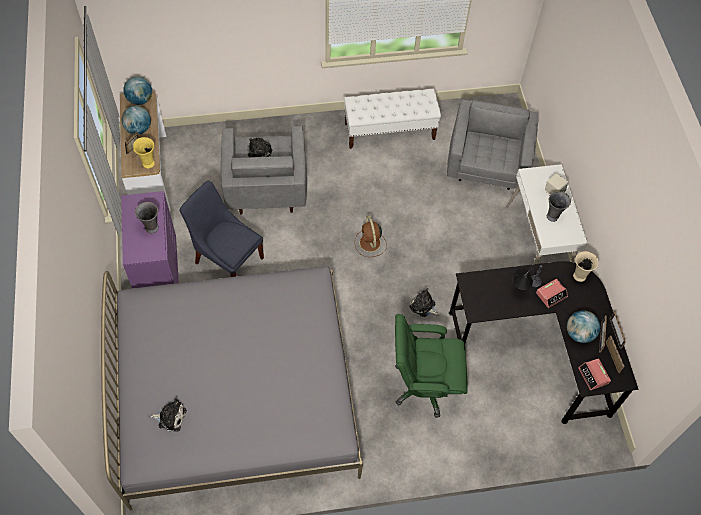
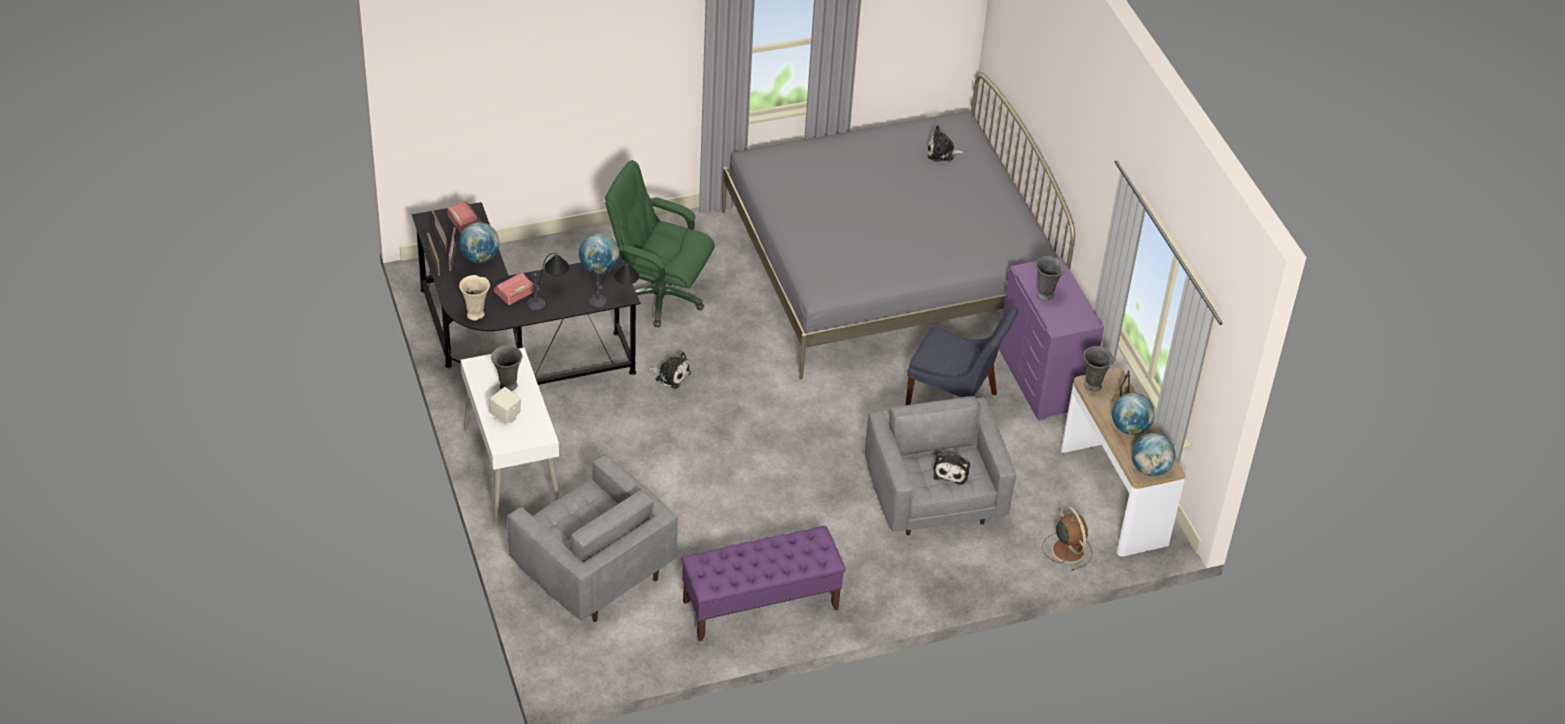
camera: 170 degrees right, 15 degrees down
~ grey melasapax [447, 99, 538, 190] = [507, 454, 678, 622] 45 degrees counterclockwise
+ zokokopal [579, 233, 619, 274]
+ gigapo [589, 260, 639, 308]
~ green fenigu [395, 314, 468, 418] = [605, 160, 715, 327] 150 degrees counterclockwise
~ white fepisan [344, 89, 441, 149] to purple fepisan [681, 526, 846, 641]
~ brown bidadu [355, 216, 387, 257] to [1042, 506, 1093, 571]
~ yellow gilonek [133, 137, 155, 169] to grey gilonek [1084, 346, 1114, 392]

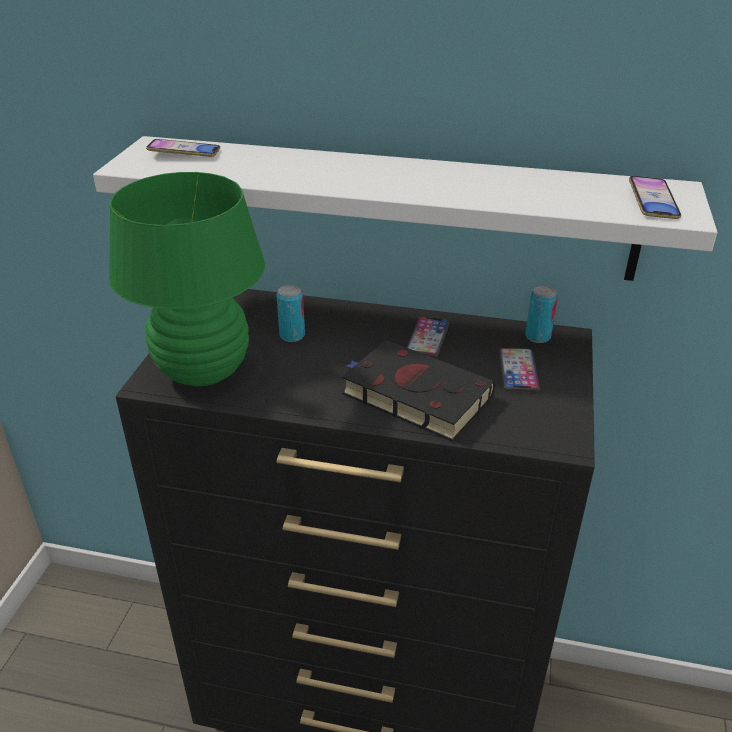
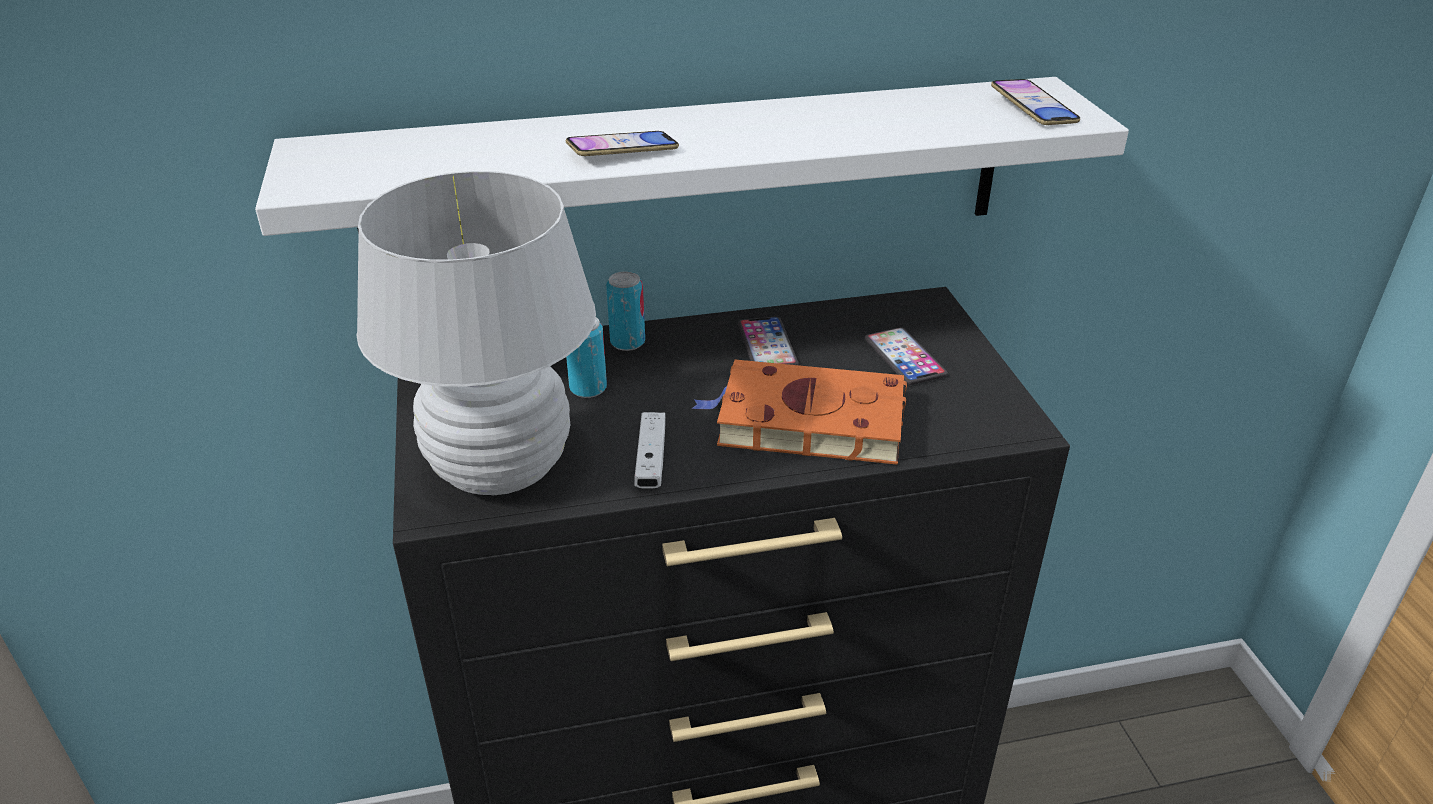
camera: 25 degrees left, 0 degrees up
~ green gigapo [109, 172, 265, 386] to white gigapo [357, 171, 596, 495]
~ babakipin [146, 139, 220, 157] to [566, 131, 679, 156]
~ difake [525, 286, 558, 343] to [606, 271, 645, 351]
+ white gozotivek [634, 412, 666, 488]
~ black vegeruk [342, 340, 495, 441] to orange vegeruk [691, 360, 907, 465]

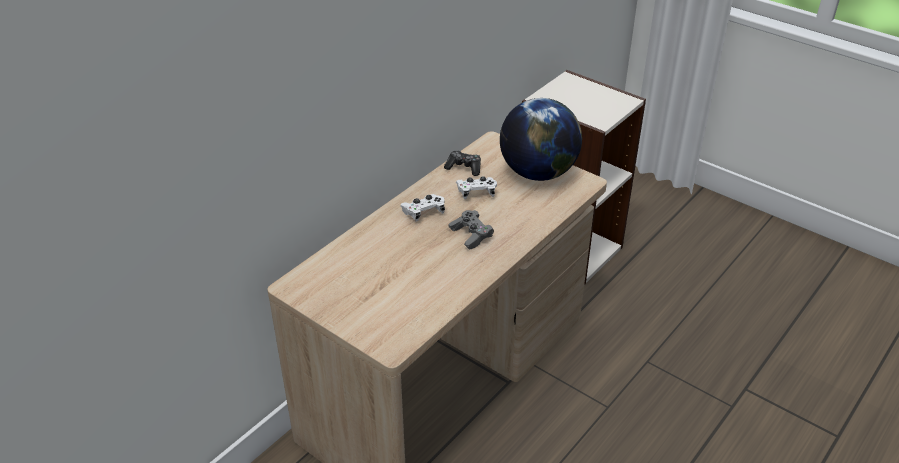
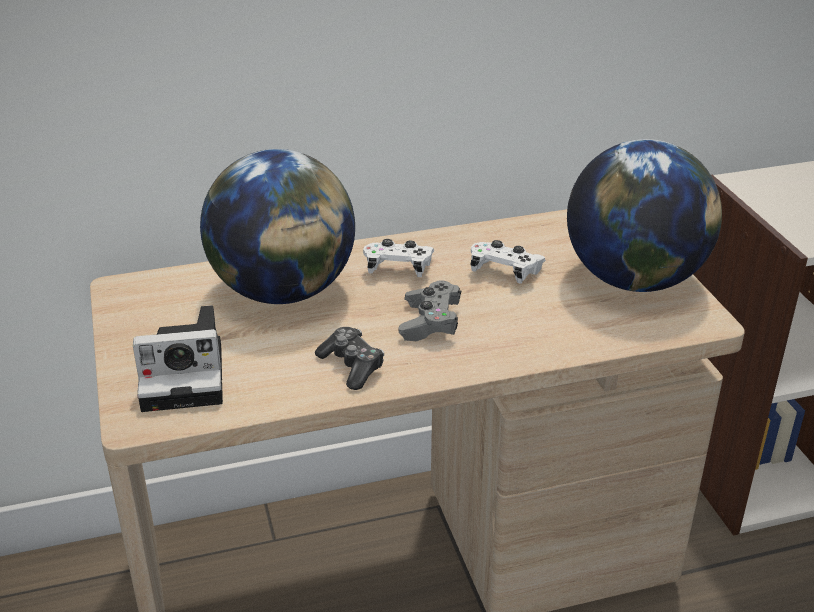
camera: 35 degrees right, 5 degrees down
+ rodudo [133, 305, 223, 412]
+ zokokopal [200, 149, 355, 304]
~ gozotivek [444, 151, 481, 176] to [315, 327, 384, 390]

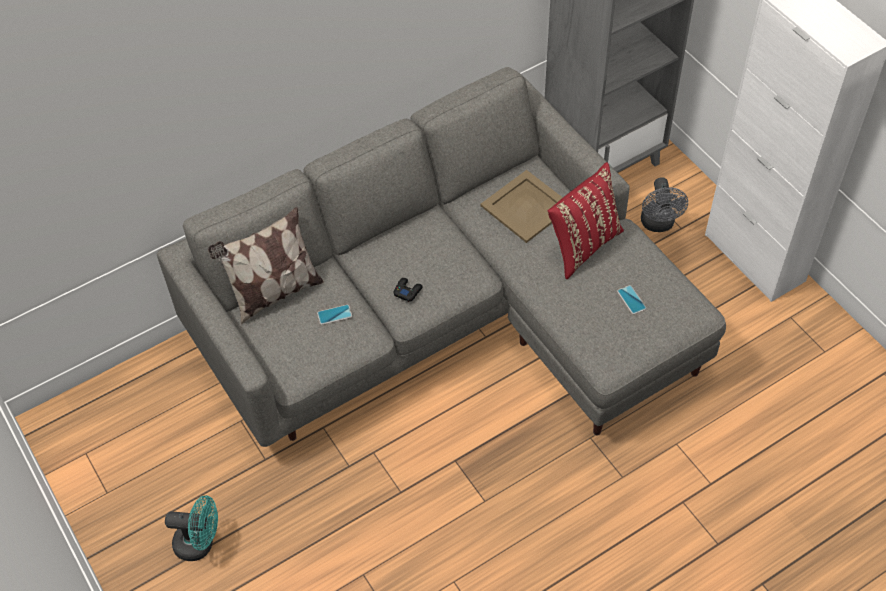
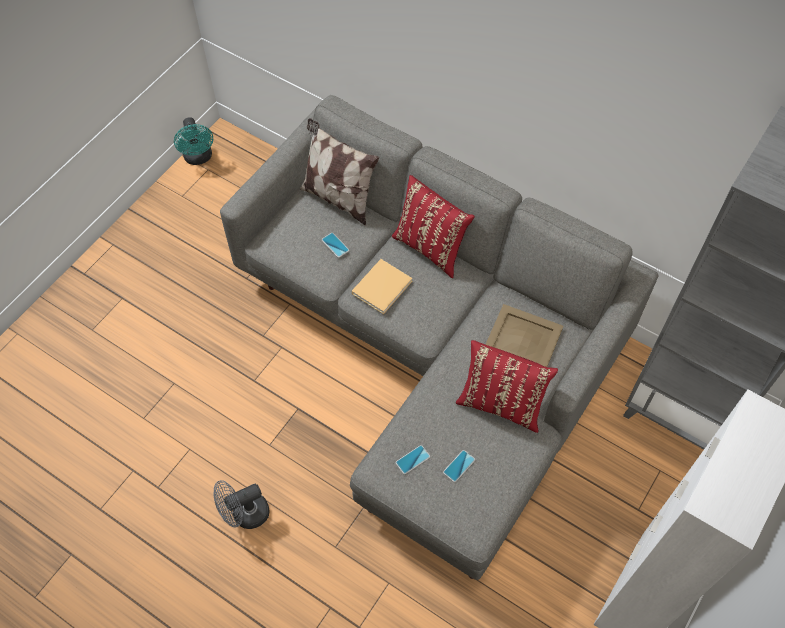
camera: 65 degrees right, 5 degrees up
~ turquoise bidadu [165, 495, 218, 561] to [174, 117, 213, 165]
~ grey bidadu [641, 177, 688, 232] to [213, 480, 269, 529]
~ black gozotivek [393, 278, 422, 302] to beige vegeruk [352, 259, 412, 314]
+ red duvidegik [392, 175, 475, 278]
+ babakipin [396, 445, 430, 474]

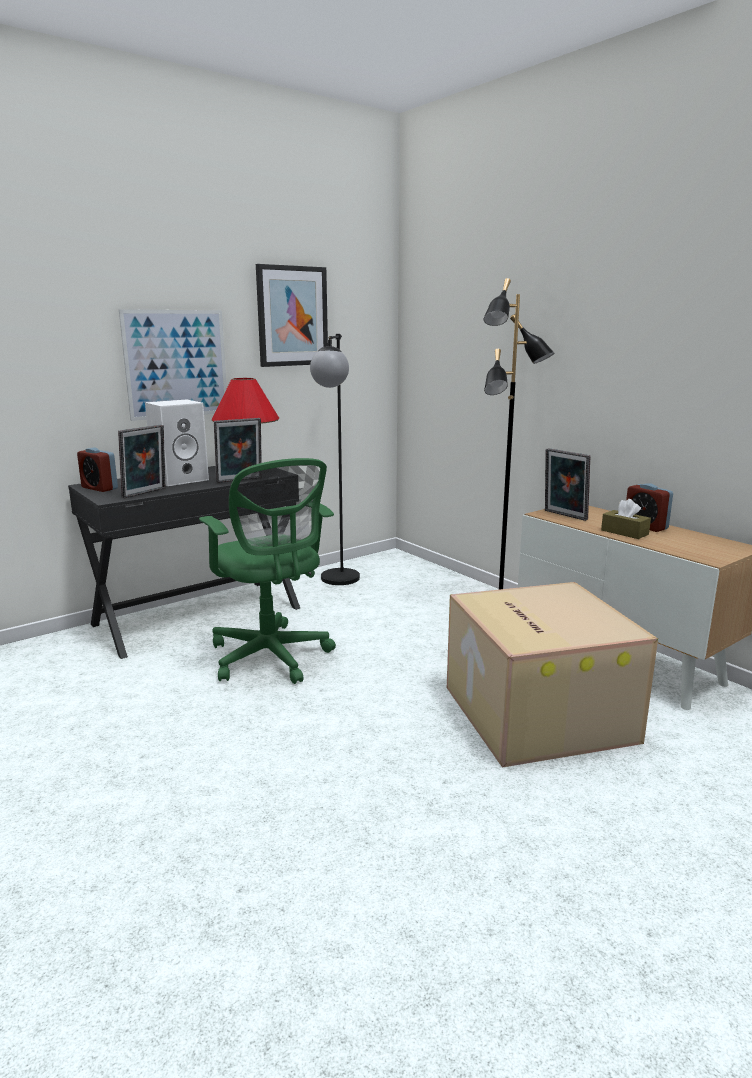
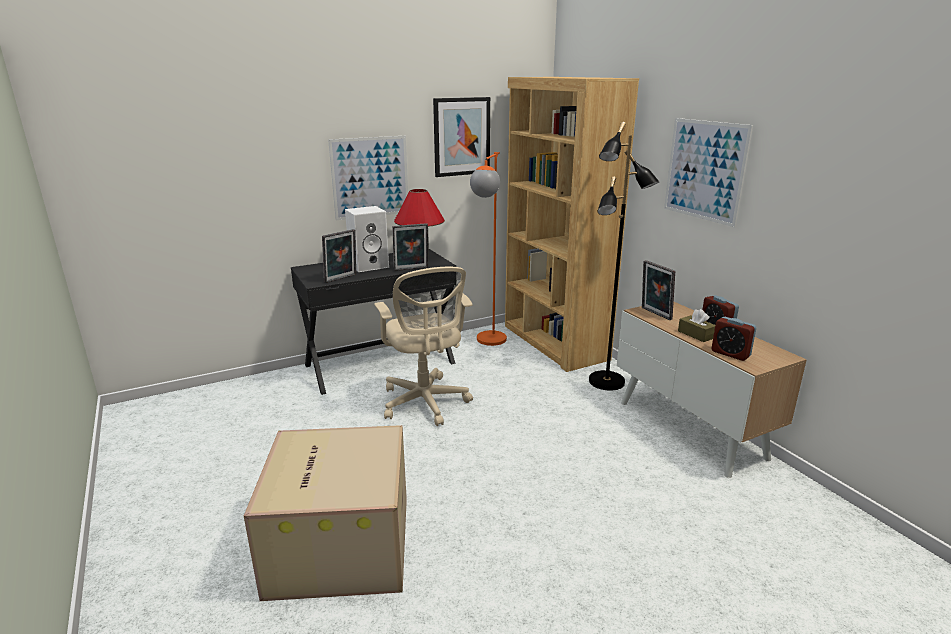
camera: 10 degrees right, 5 degrees up
~ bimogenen [447, 582, 658, 768] to [244, 425, 407, 601]
~ green fenigu [199, 458, 336, 684] to beige fenigu [374, 267, 473, 426]
~ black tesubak [310, 334, 360, 585] to orange tesubak [470, 152, 507, 346]
+ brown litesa [505, 77, 639, 372]
+ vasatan [664, 118, 753, 227]
~ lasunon [77, 447, 118, 492] to [711, 317, 757, 361]

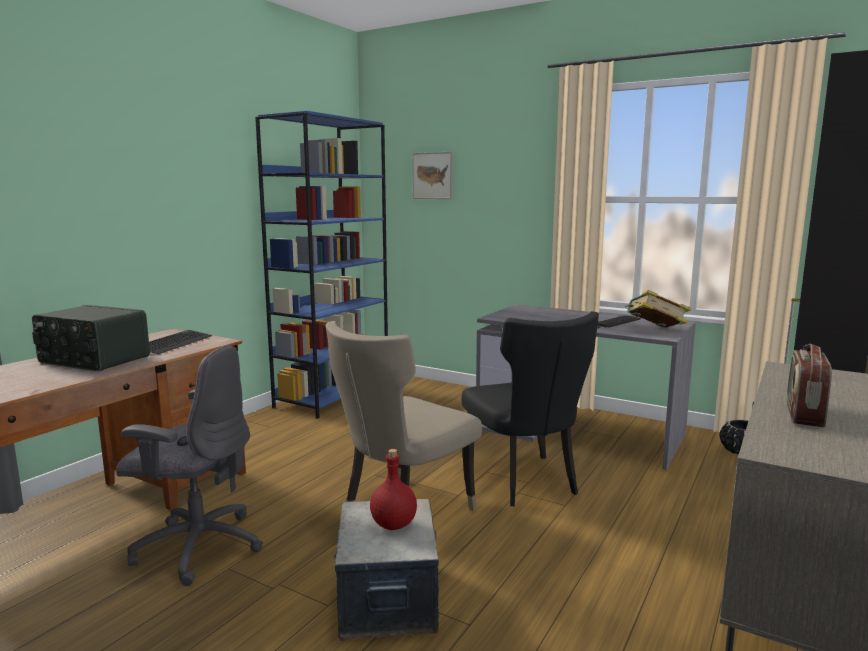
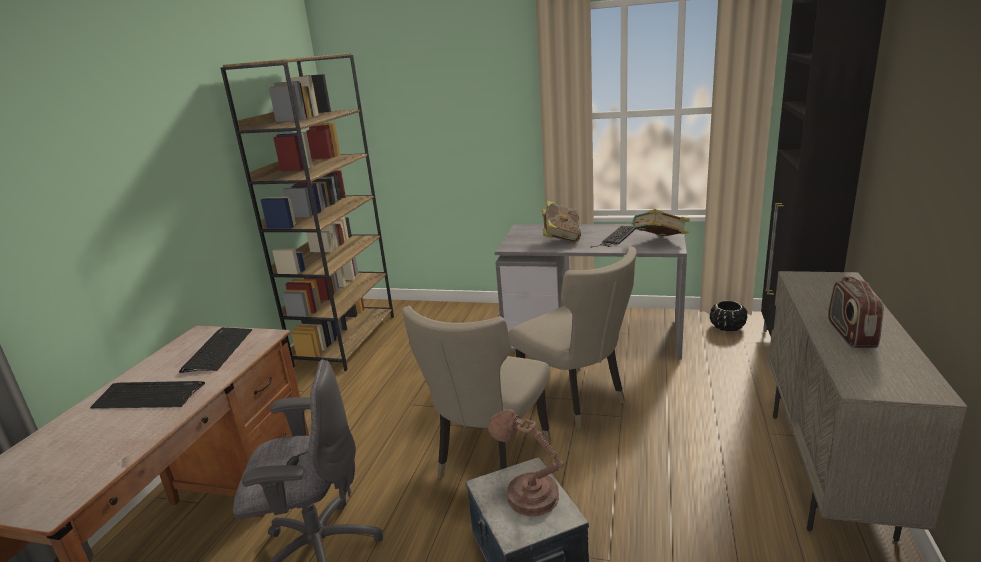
camera: 15 degrees left, 10 degrees up
~ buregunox [32, 305, 150, 371] to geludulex [90, 381, 205, 409]
~ blue litesa [255, 111, 388, 419] to brown litesa [220, 53, 394, 371]
~ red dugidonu [370, 449, 417, 530] to brown gigapo [488, 409, 564, 516]
~ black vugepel [461, 311, 599, 506] to beige vugepel [509, 247, 637, 429]
+ vegeruk [542, 200, 581, 243]
- vasatan [412, 152, 453, 199]

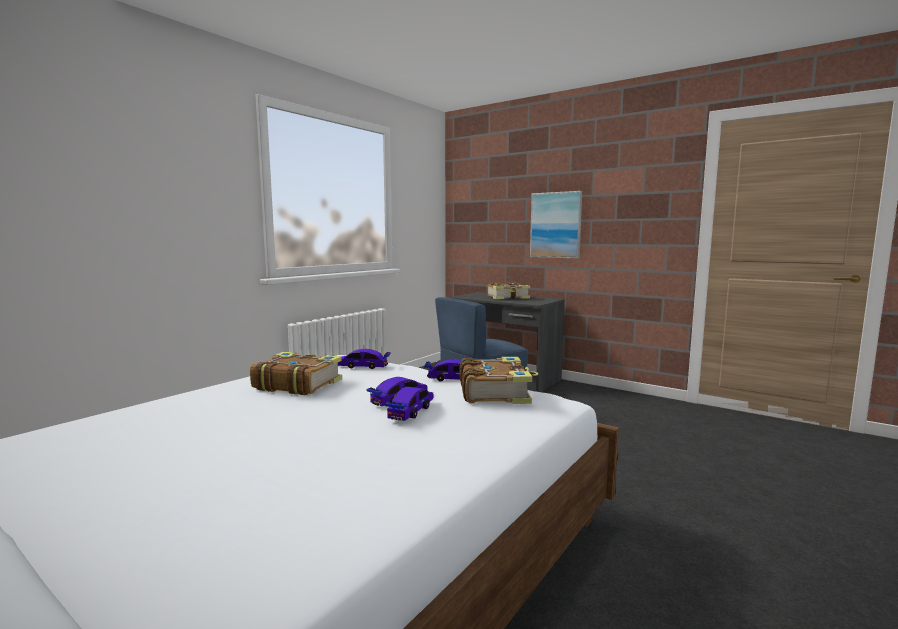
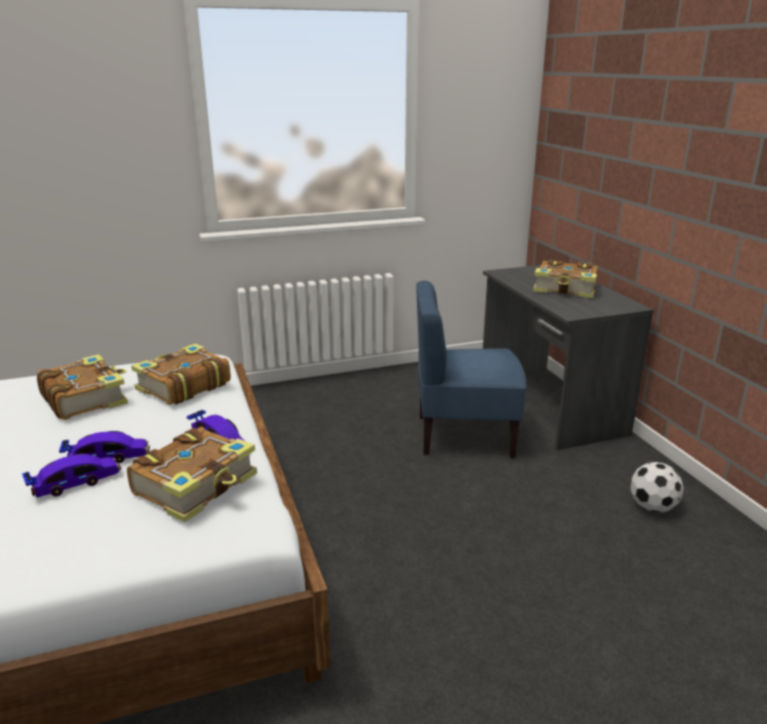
camera: 35 degrees right, 15 degrees up
~ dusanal [338, 349, 391, 369] to vegeruk [131, 344, 231, 405]
+ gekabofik [630, 462, 684, 513]
- vasatan [530, 191, 582, 259]

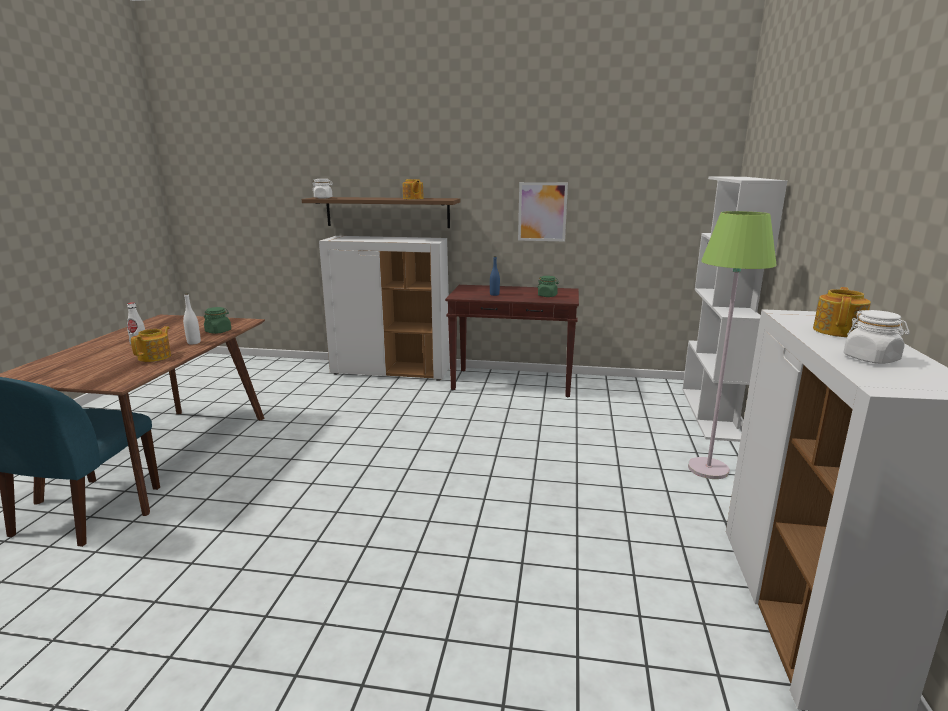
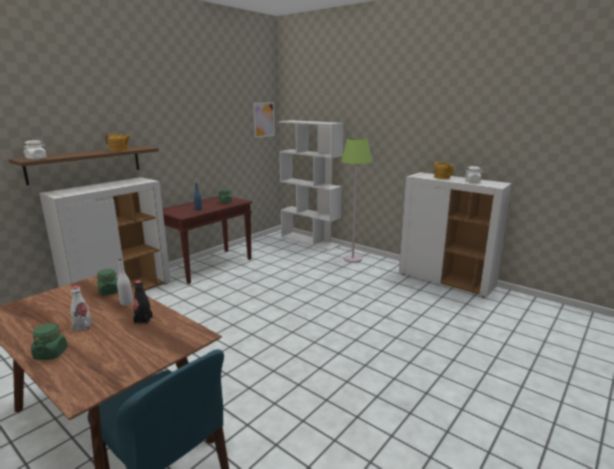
camera: 60 degrees left, 0 degrees up
+ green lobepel [31, 323, 67, 360]
~ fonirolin [131, 326, 171, 362] to black dugidonu [133, 280, 153, 324]
~ vasatan [518, 182, 568, 241] to [253, 102, 275, 138]

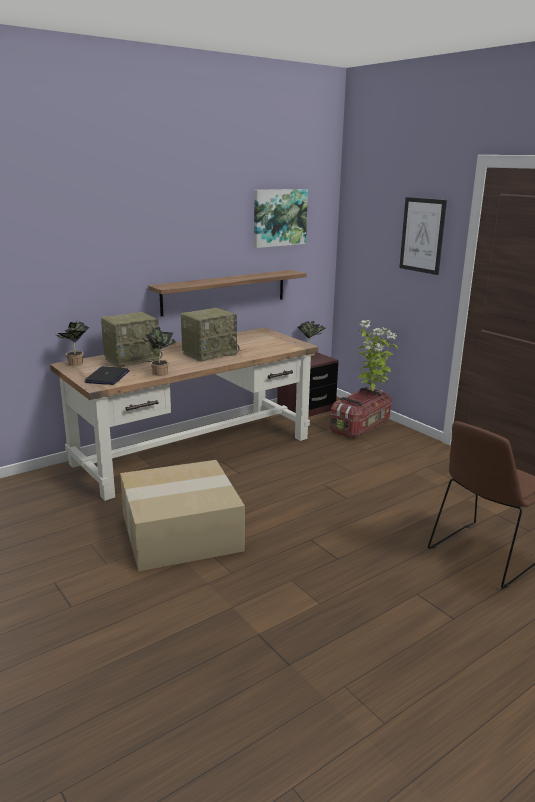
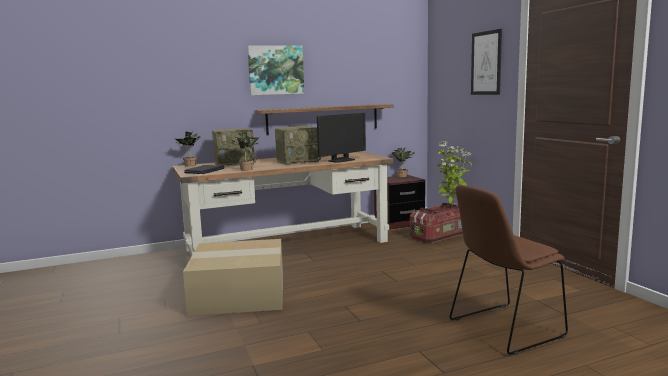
camera: 15 degrees right, 10 degrees down
~ vasatan [254, 189, 308, 248] to [247, 45, 304, 95]
+ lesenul [317, 113, 366, 163]

